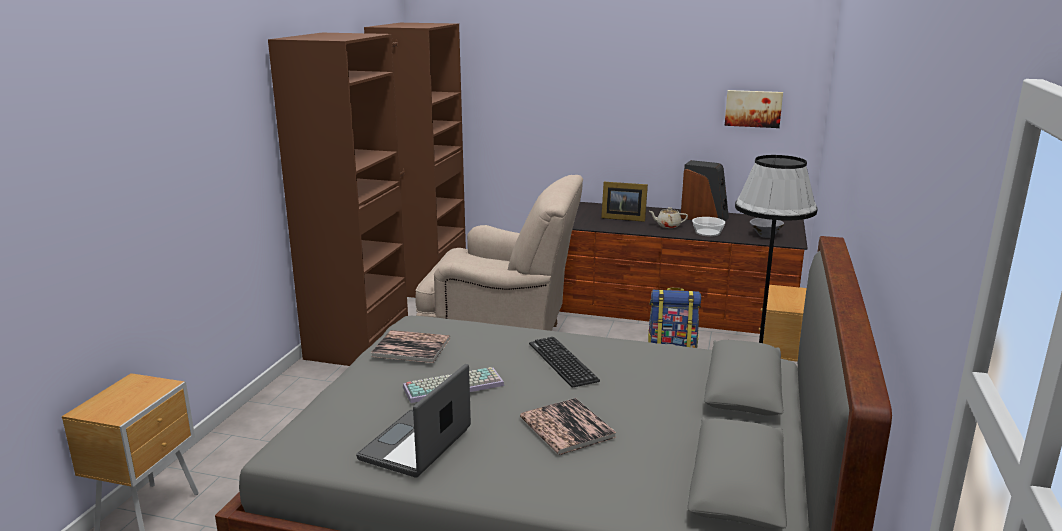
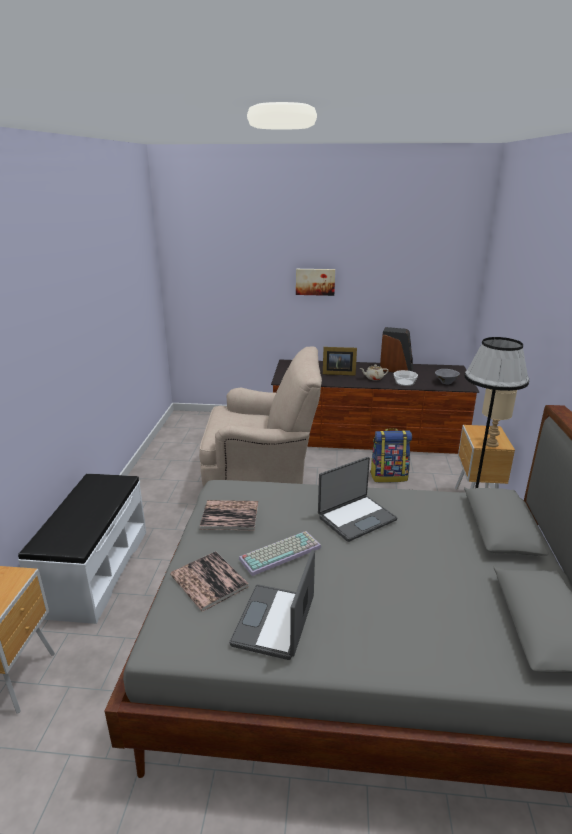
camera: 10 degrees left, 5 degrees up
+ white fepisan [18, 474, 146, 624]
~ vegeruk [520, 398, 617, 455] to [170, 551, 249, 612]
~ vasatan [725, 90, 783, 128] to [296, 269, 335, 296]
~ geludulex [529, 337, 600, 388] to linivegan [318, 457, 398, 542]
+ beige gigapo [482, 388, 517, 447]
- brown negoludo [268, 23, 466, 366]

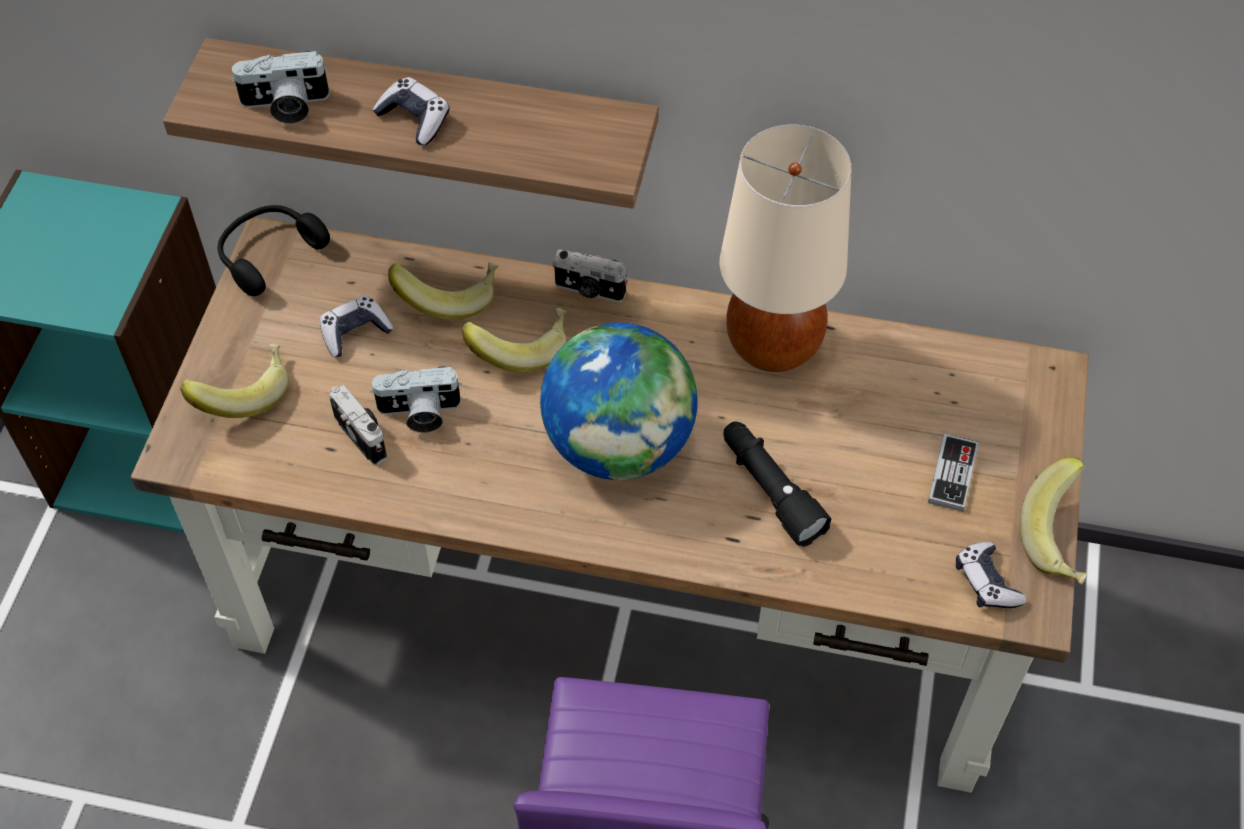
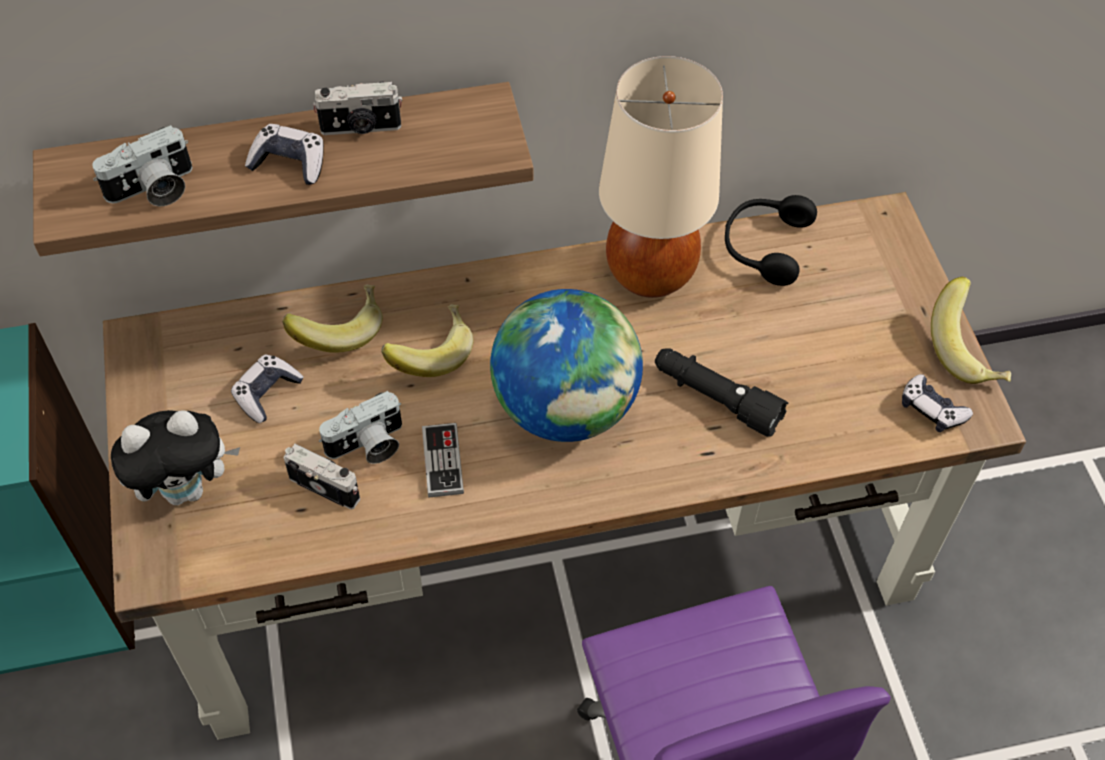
camera: 25 degrees left, 0 degrees up
~ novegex [180, 344, 289, 418] to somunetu [111, 410, 240, 505]
~ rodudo [552, 249, 628, 303] to [313, 82, 402, 135]
~ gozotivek [928, 434, 979, 512] to [422, 423, 464, 497]
~ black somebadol [218, 205, 330, 296] to [725, 195, 817, 286]

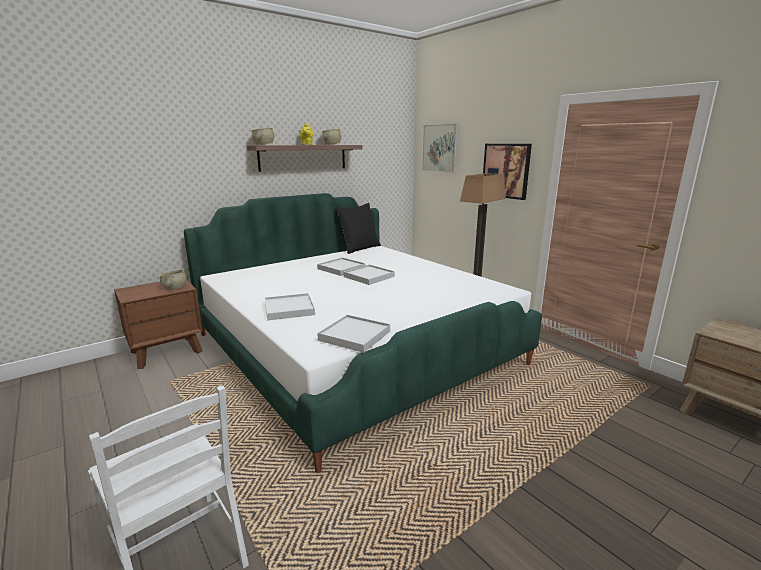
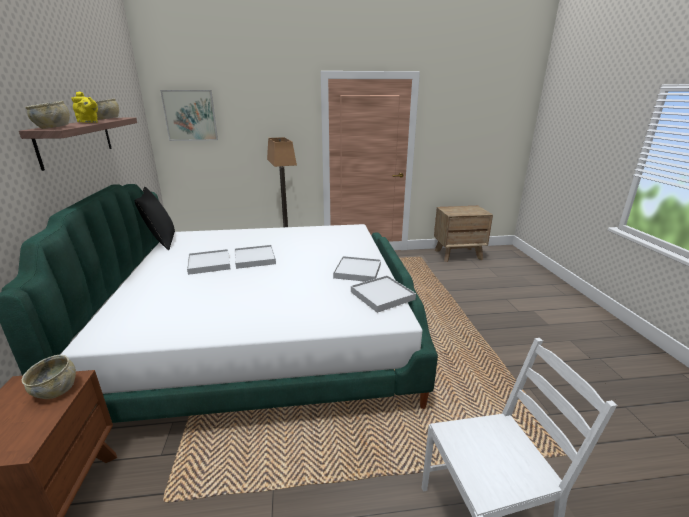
camera: 60 degrees left, 5 degrees up
~ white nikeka [265, 293, 315, 321] to [333, 256, 381, 282]
- vasatan [483, 144, 532, 200]

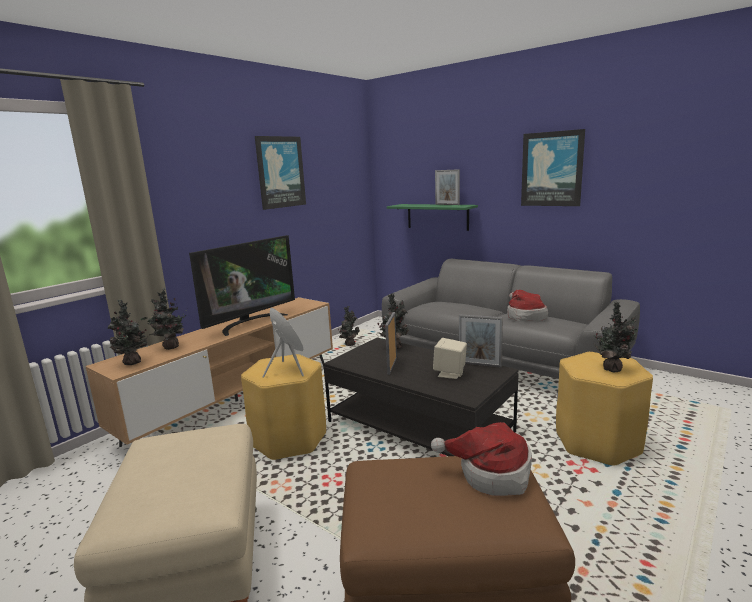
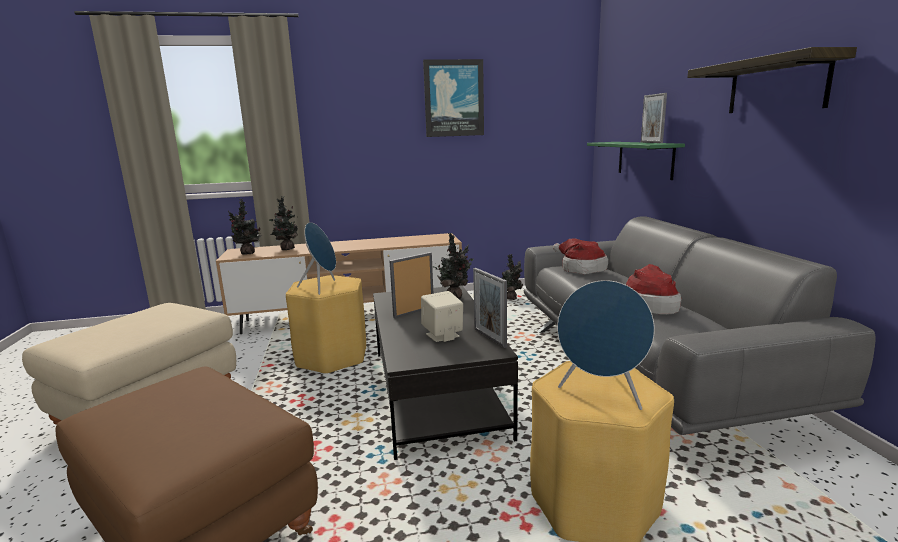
camera: 40 degrees right, 0 degrees up
~ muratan [431, 422, 532, 496] to [553, 238, 608, 274]
~ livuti [593, 302, 638, 372] to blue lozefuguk [557, 280, 655, 410]
~ vasatan [521, 129, 585, 206] to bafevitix [687, 47, 857, 113]
- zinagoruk [189, 235, 295, 336]

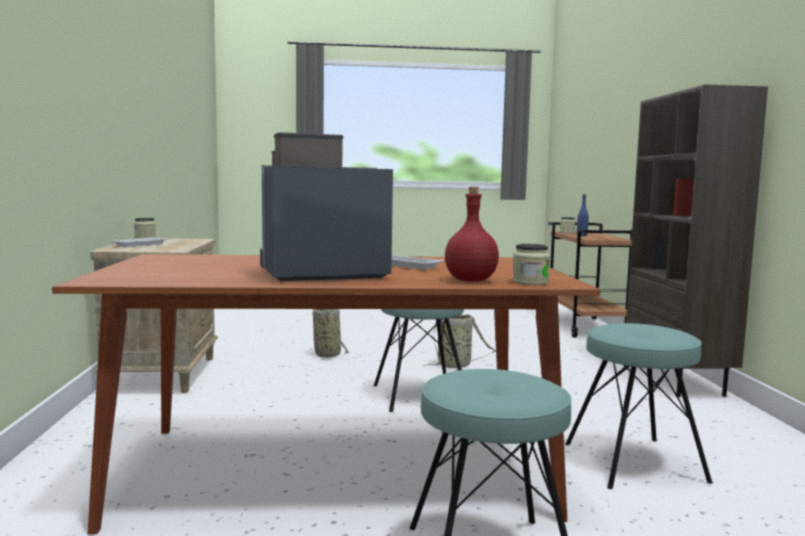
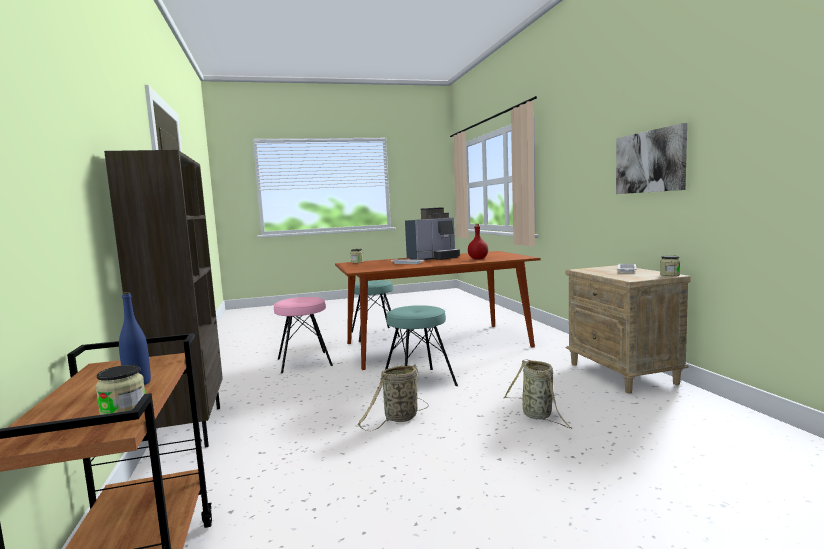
camera: 170 degrees right, 0 degrees up
~ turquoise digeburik [565, 323, 713, 489] to pink digeburik [274, 297, 333, 373]
~ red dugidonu [445, 187, 499, 281] to [468, 224, 488, 259]
+ vasatan [616, 123, 687, 194]

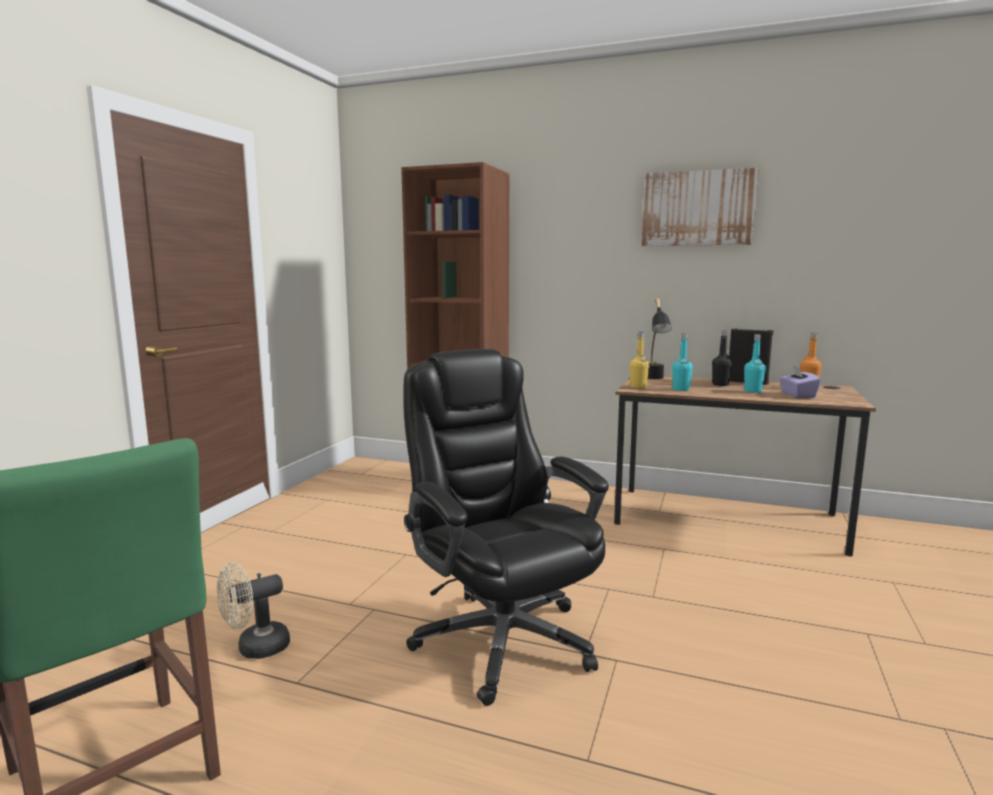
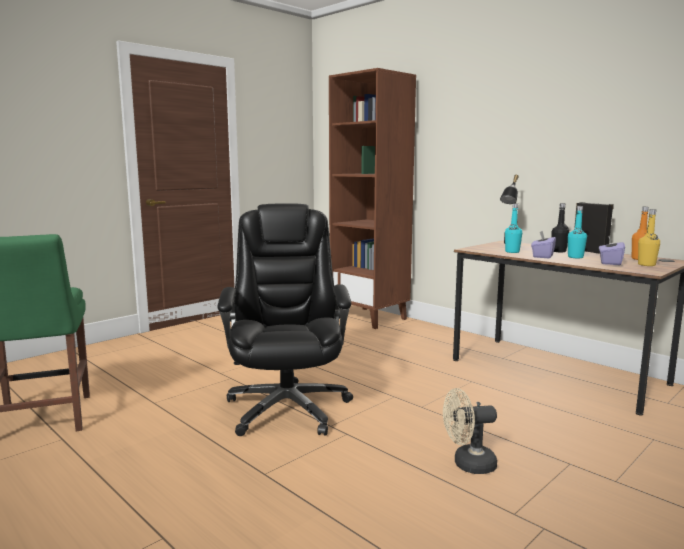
camera: 25 degrees right, 0 degrees up
~ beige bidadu [216, 562, 290, 659] to [443, 388, 497, 474]
+ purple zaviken [531, 231, 556, 258]
~ yellow dugidonu [630, 332, 649, 388] to [638, 209, 660, 266]
- vasatan [641, 168, 759, 246]

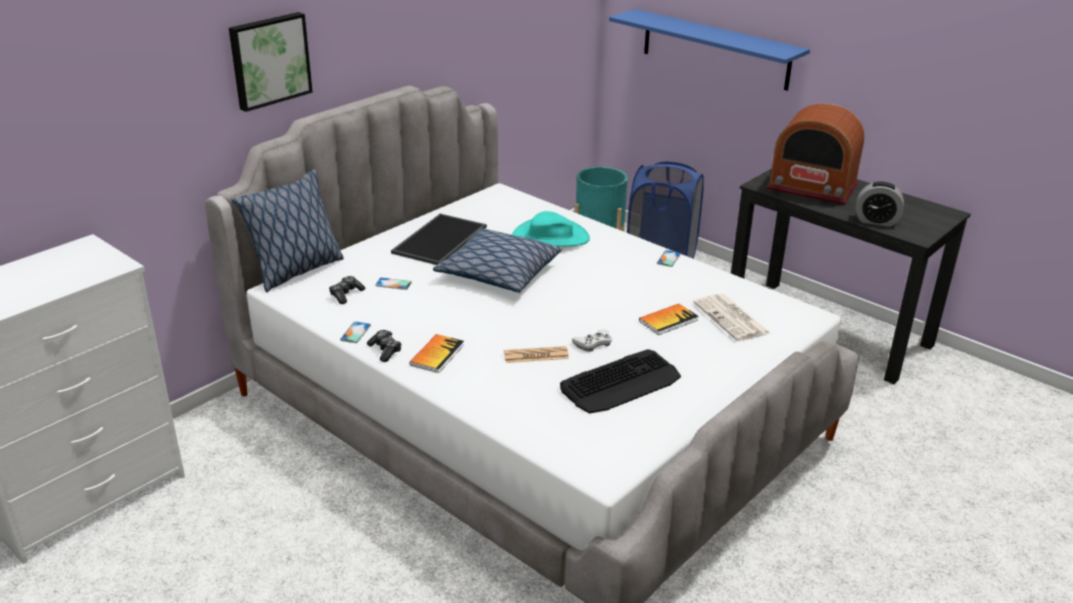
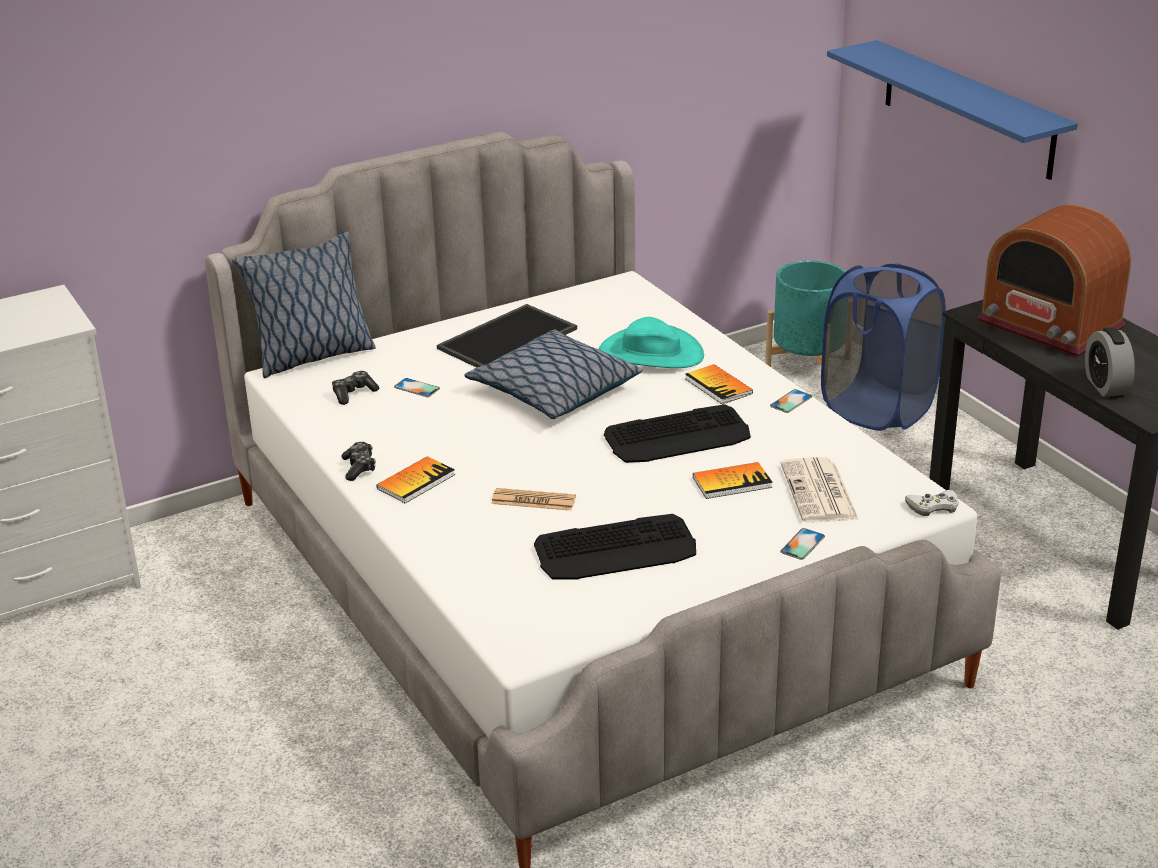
camera: 20 degrees right, 0 degrees up
+ geludulex [604, 404, 751, 463]
+ vegeruk [685, 364, 753, 405]
~ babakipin [340, 322, 371, 343] to [780, 528, 825, 560]
~ white gozotivek [572, 329, 612, 352] to [905, 490, 959, 516]
~ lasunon [856, 182, 904, 227] = [1085, 327, 1135, 397] 45 degrees clockwise
- vasatan [229, 12, 313, 112]

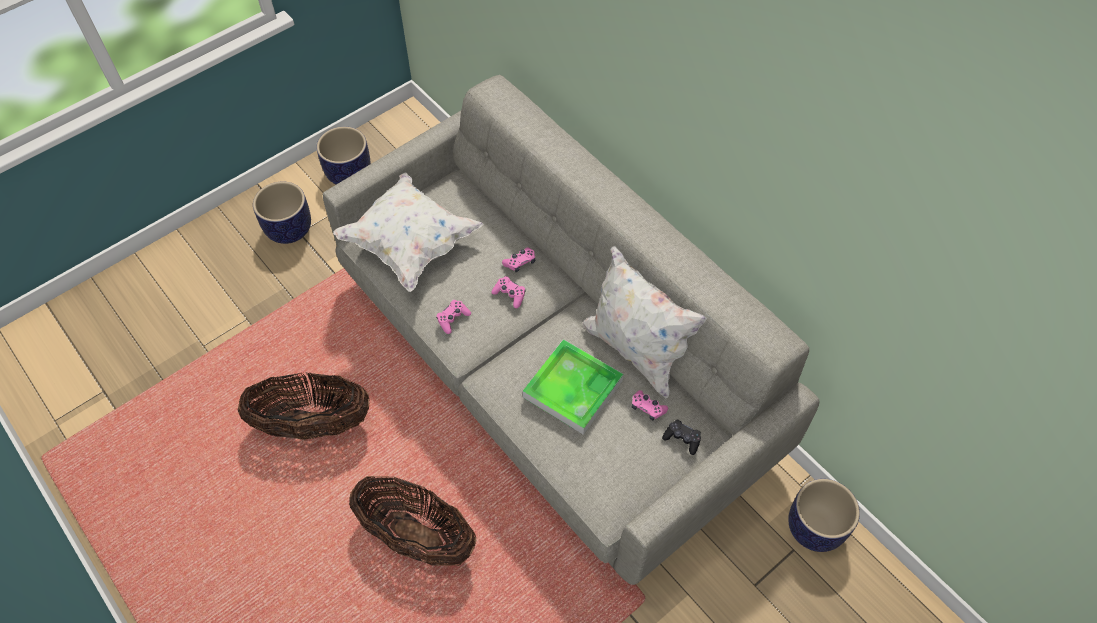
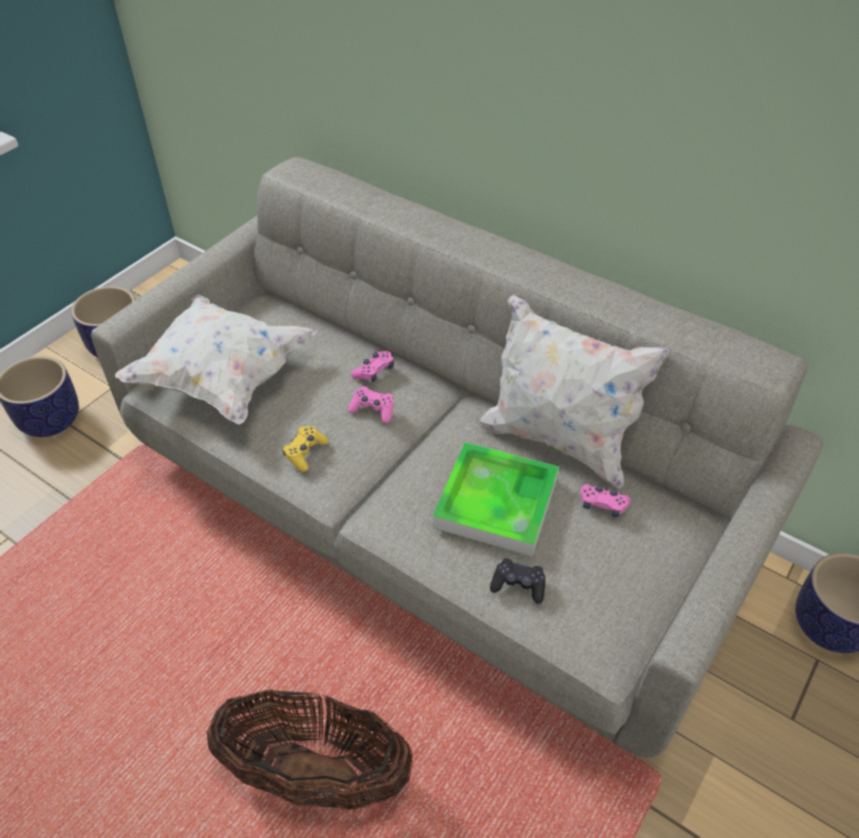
camera: 15 degrees left, 10 degrees down
~ pink gozotivek [436, 300, 471, 334] to yellow gozotivek [283, 426, 329, 472]
~ black gozotivek [662, 419, 701, 455] to [490, 558, 546, 604]
- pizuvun [238, 372, 370, 440]

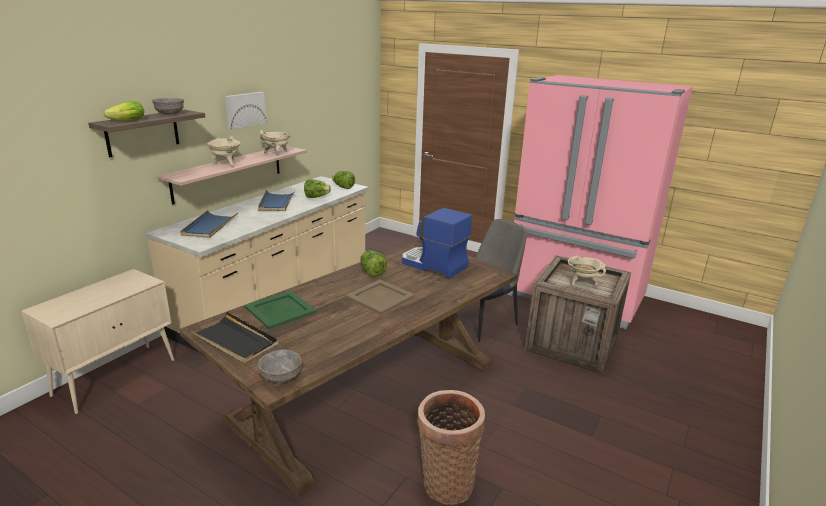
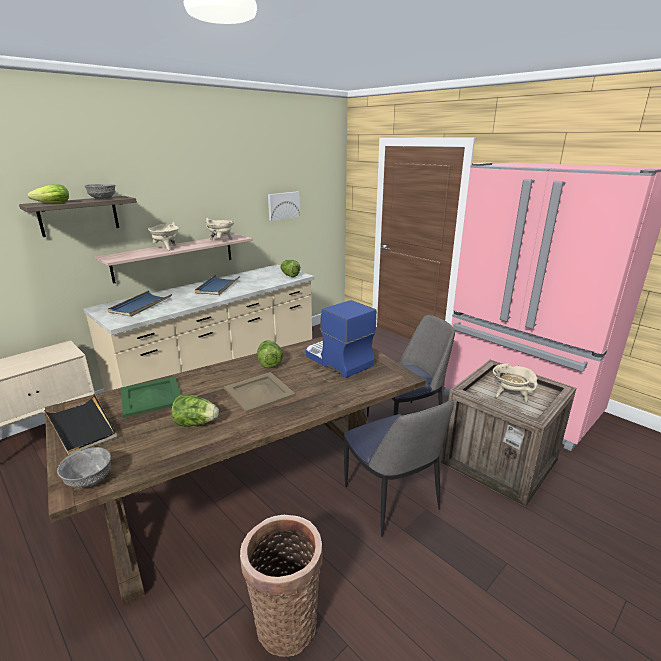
camera: 15 degrees right, 0 degrees up
~ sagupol [304, 179, 331, 198] to [171, 394, 219, 427]
~ vasatan [225, 92, 266, 129] to [268, 192, 300, 221]
+ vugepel [344, 399, 454, 537]

